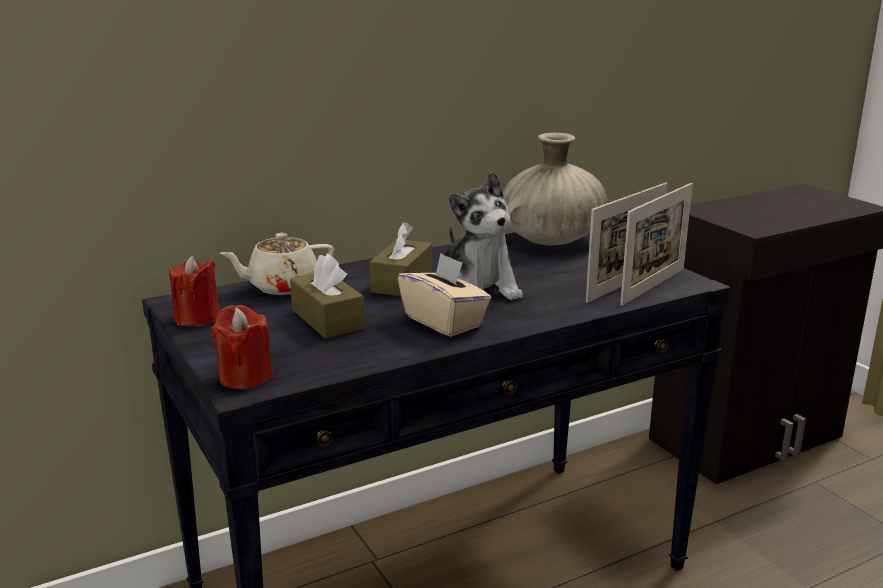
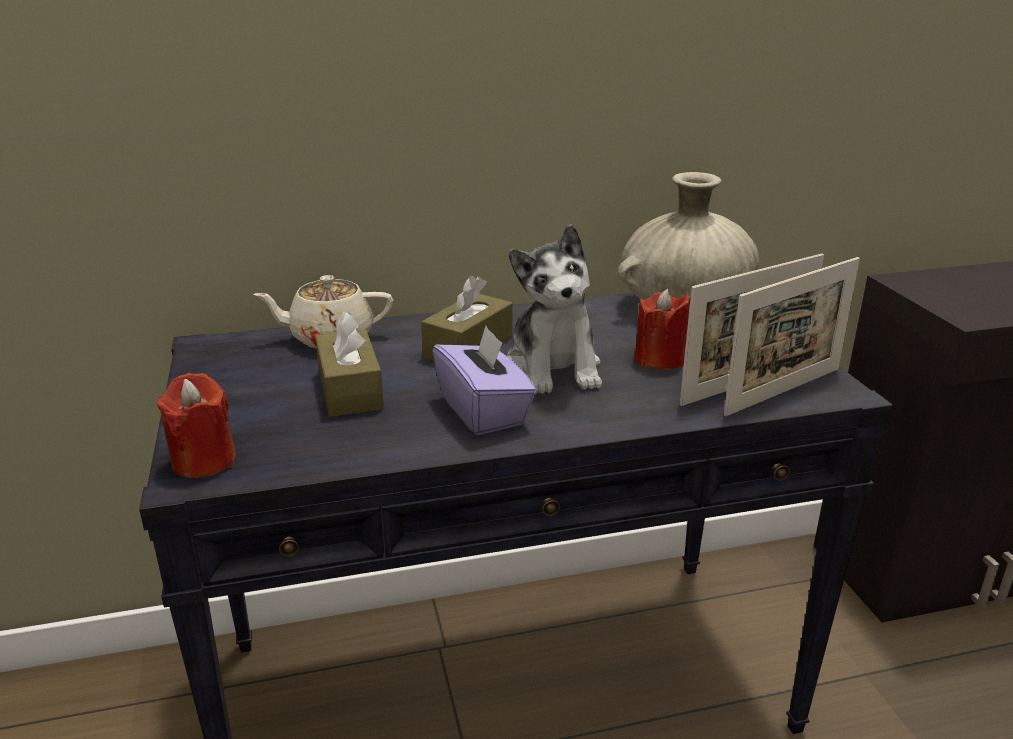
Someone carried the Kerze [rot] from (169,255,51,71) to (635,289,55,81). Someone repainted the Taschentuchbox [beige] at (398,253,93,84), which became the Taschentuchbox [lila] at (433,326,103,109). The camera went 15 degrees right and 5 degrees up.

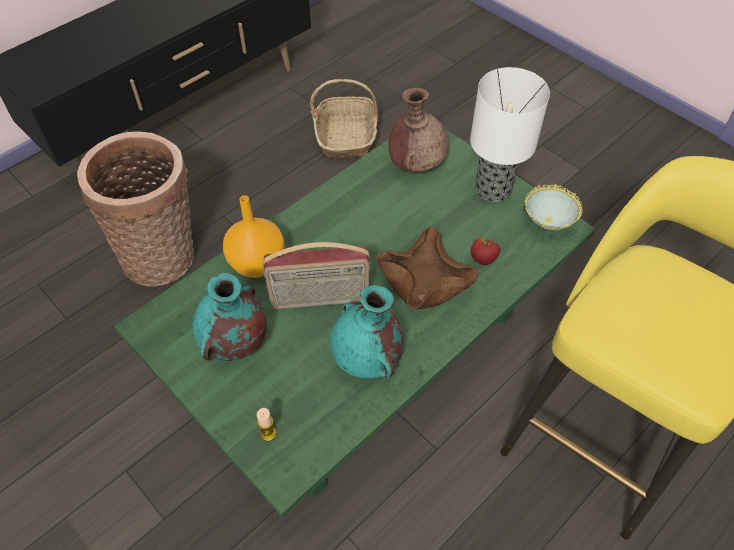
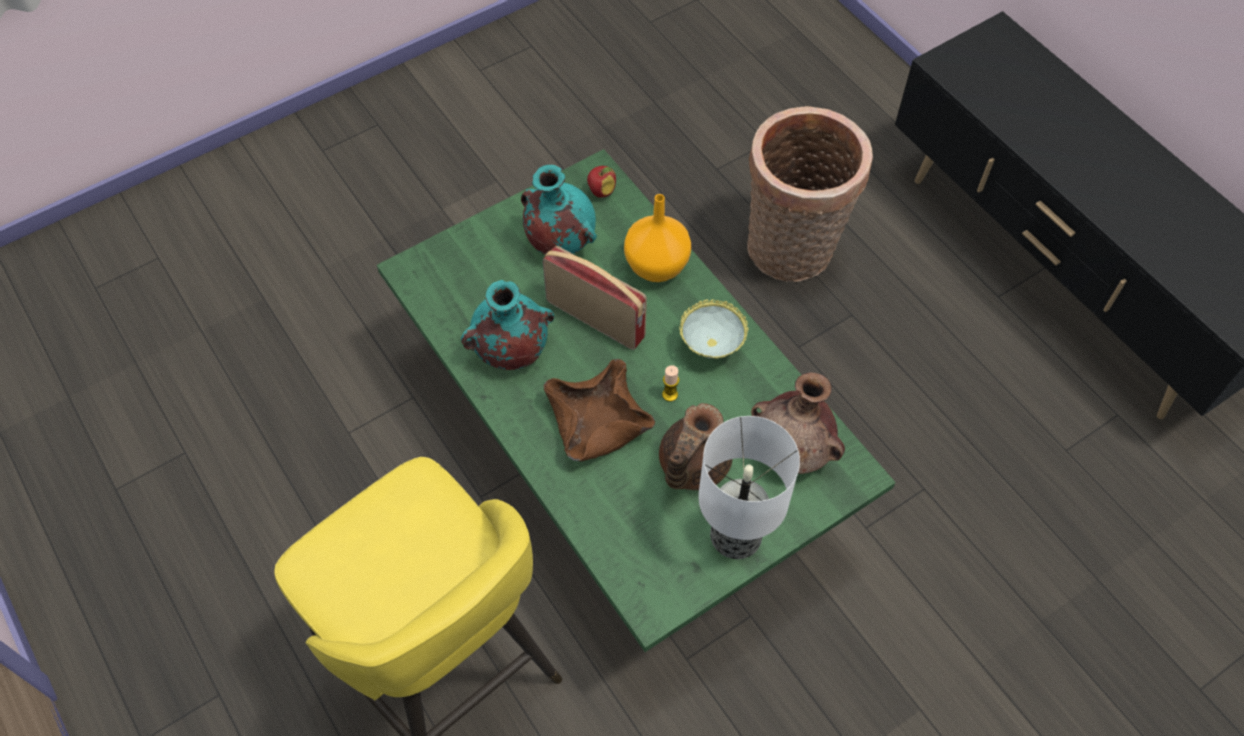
Someone carried the Kerze from (257,408,20,34) to (662,365,17,37). Someone rotated the Radio at (263,242,107,68) by 120 degrees clockwise. Someone took away the Korb at (310,79,68,79). Someone carried the Apfel from (471,236,29,29) to (587,166,29,32). Someone carried the Schüssel from (525,184,58,46) to (679,299,70,60). Someone put down the Teekanne [braun] at (659,403,74,87). The camera went 100 degrees right and 5 degrees up.

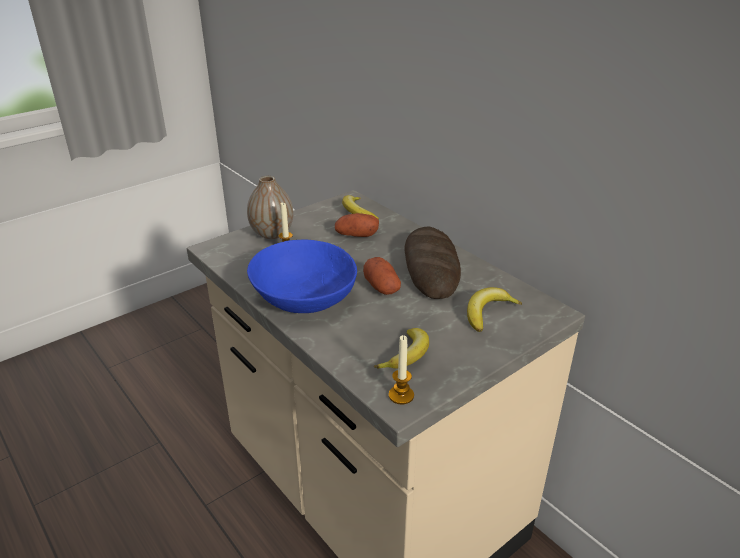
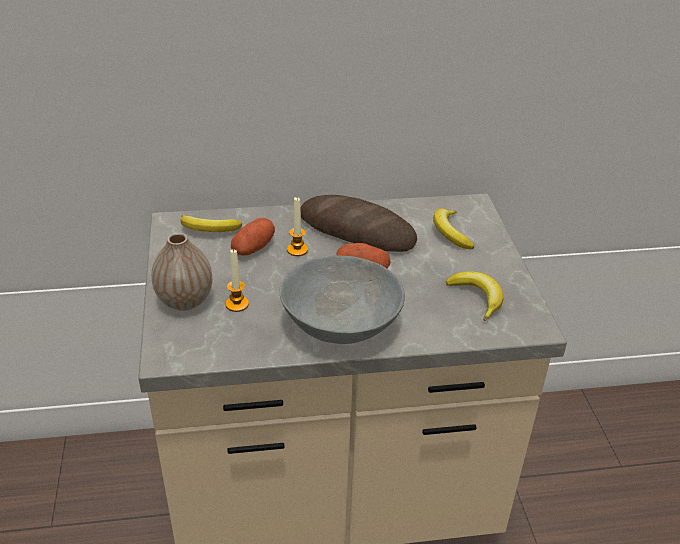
Someone repainted the Schüssel [blau] at (247,240,110,73), which became the Schüssel [grau] at (280,255,125,89). Someone carried the Kerze from (389,335,25,69) to (287,197,21,59). The camera went 60 degrees left and 5 degrees up.

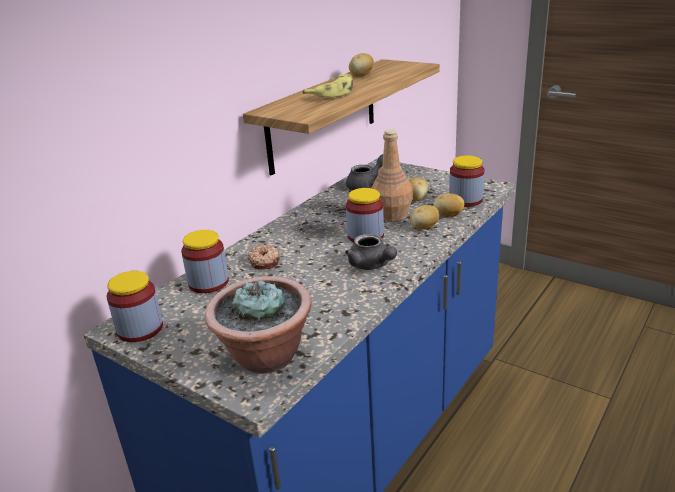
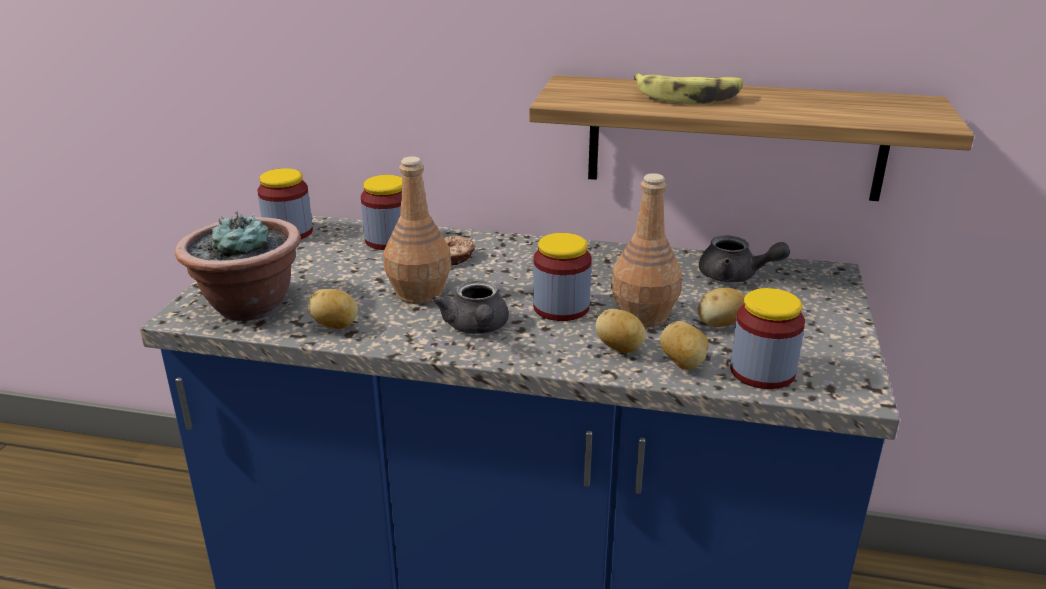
Someone rotated the Teekanne [grau] at (345,234,52,36) by 45 degrees counterclockwise. Someone carried the Kartoffel from (349,53,25,23) to (307,289,51,40). Someone put down the Flasche [braun] at (384,157,67,147). The camera went 65 degrees right and 0 degrees up.

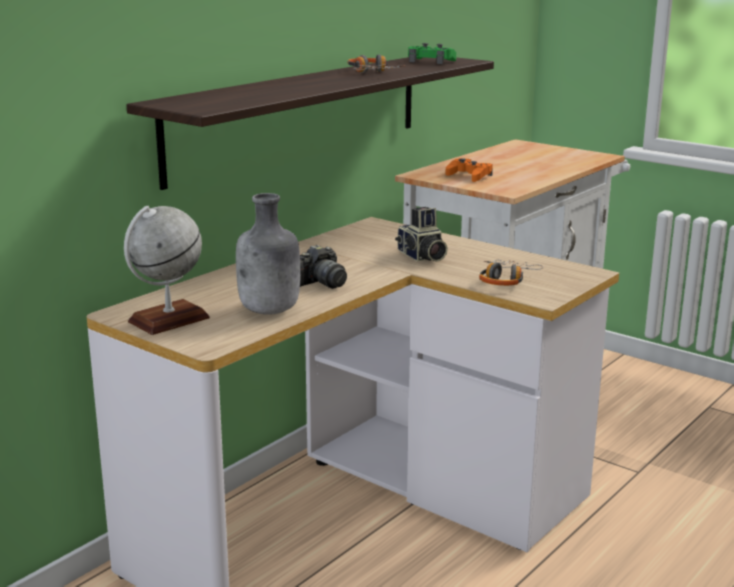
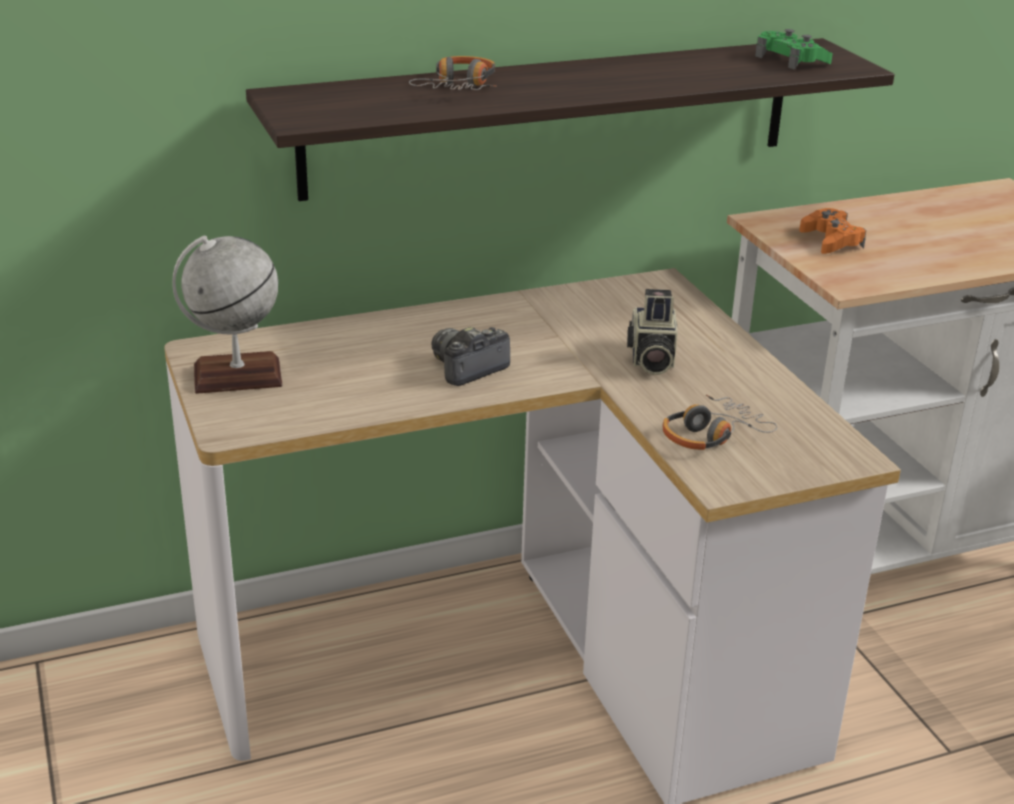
Someone took away the Flasche [grau] at (236,193,64,122). Someone rotated the Kamera at (300,245,47,44) by 150 degrees clockwise. Someone carried the Kopfhörer from (347,54,58,19) to (409,56,88,34). The camera went 30 degrees right and 10 degrees up.

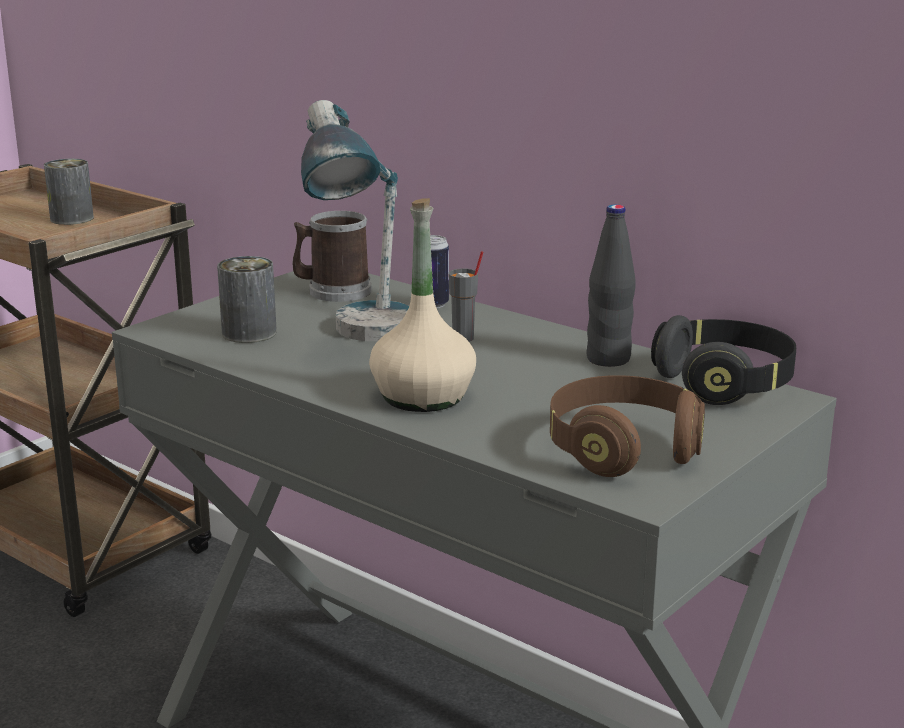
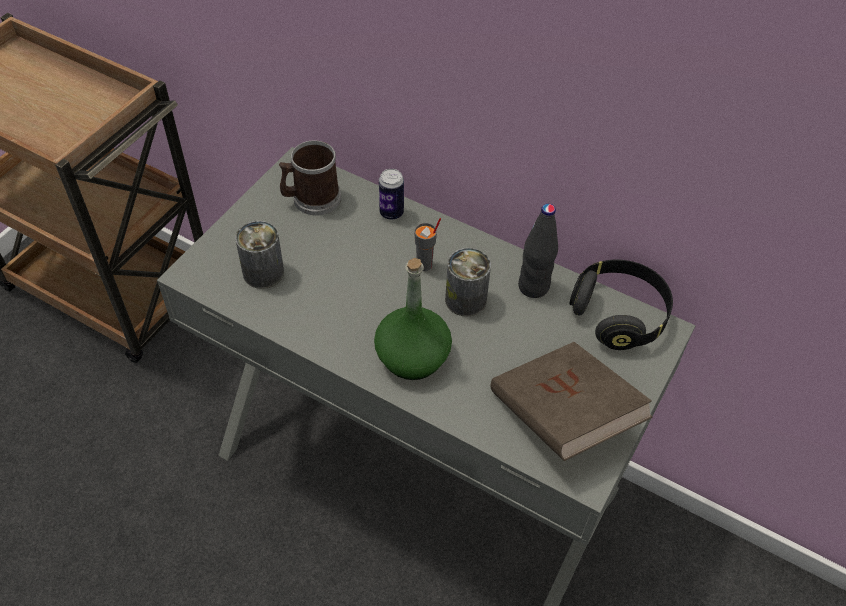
Someone carried the Dose from (44,159,50,66) to (445,248,46,69). Someone took away the Tischlampe at (301,100,108,241). Someone repainted the Flasche [beige] at (369,198,107,214), which became the Flasche [grün] at (374,258,78,122). Someone swapped the Kopfhörer [braun] at (550,375,155,102) for the Buch [braun] at (491,342,162,119). The camera went 10 degrees left and 30 degrees up.

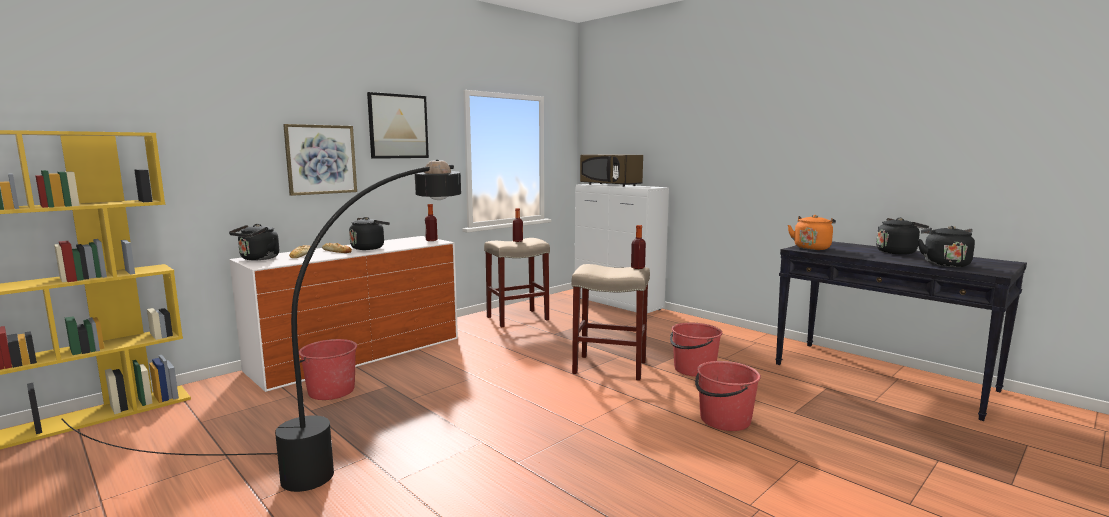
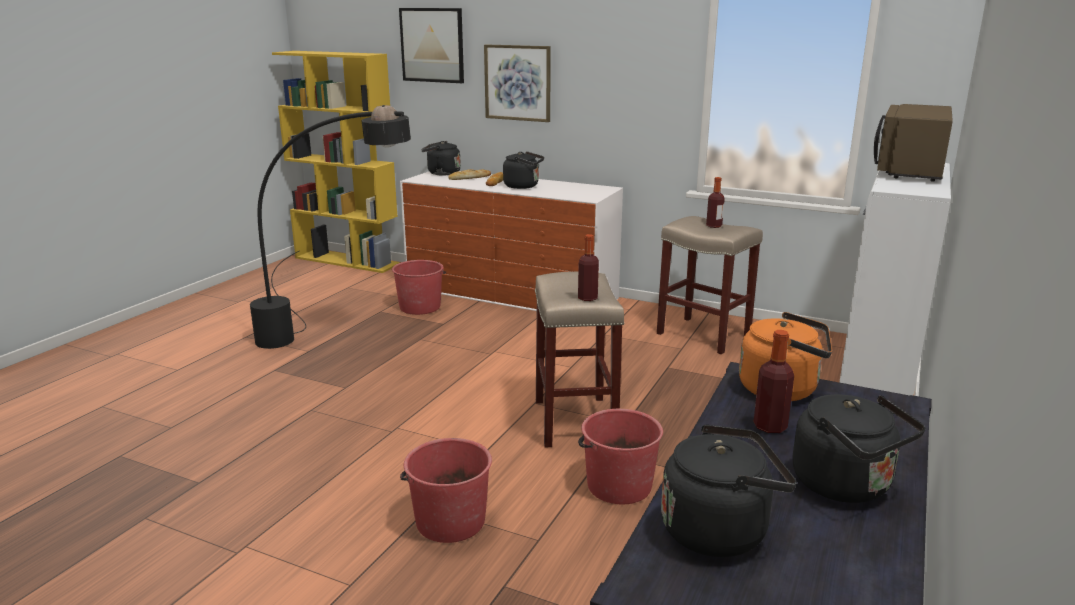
Someone carried the Bild from (367,92,62,67) to (399,8,65,75). Someone carried the Flasche from (425,204,13,37) to (754,330,40,103). The camera went 70 degrees right and 10 degrees up.

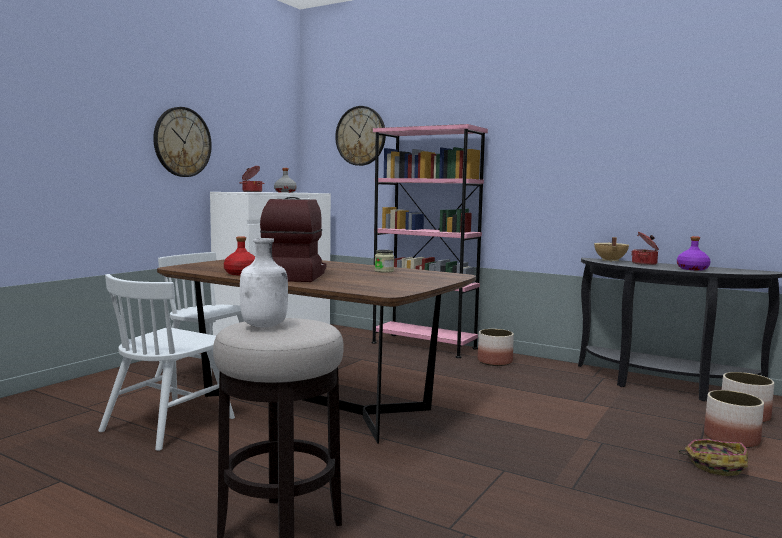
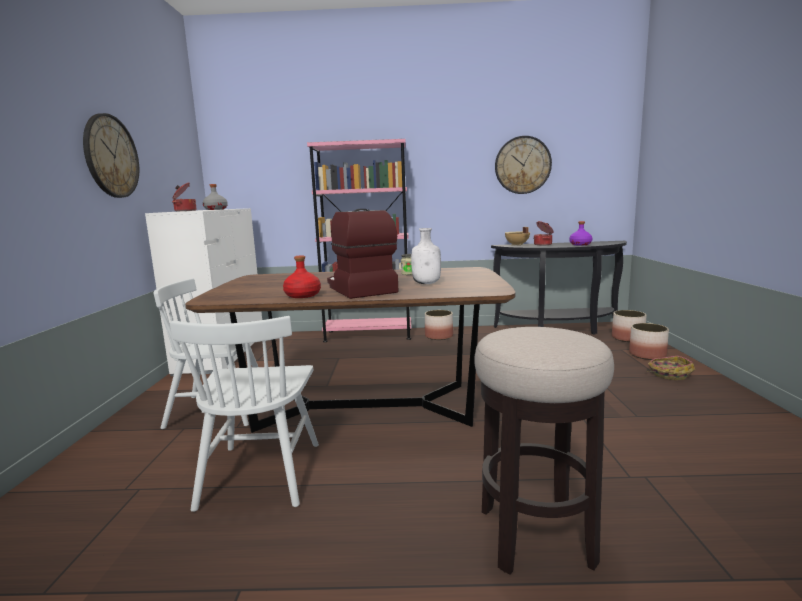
Someone carried the Flasche [weiß] from (240,238,48,90) to (411,228,30,56). Someone carried the Wanduhr from (335,106,51,60) to (495,136,57,58). The camera went 30 degrees left and 5 degrees up.

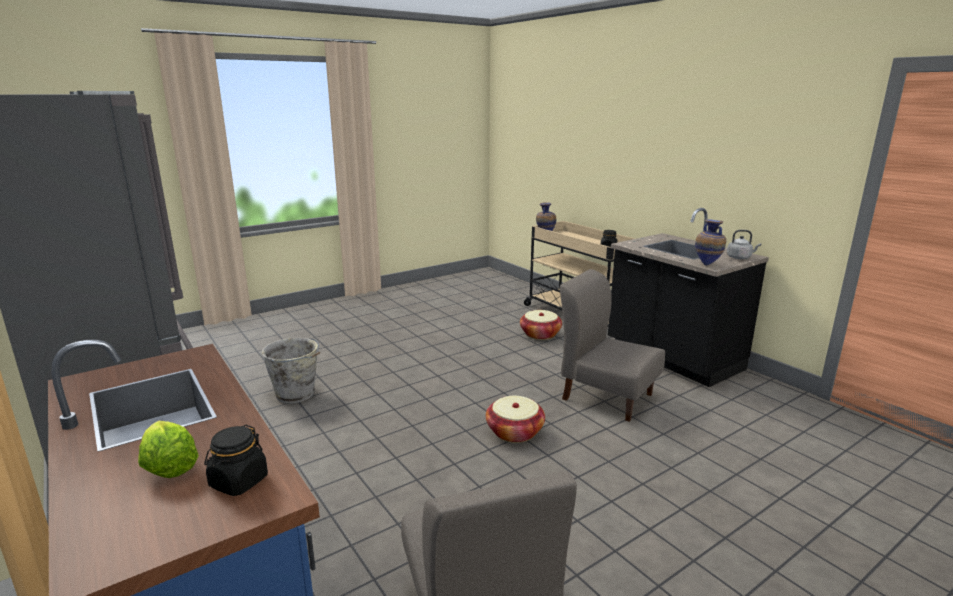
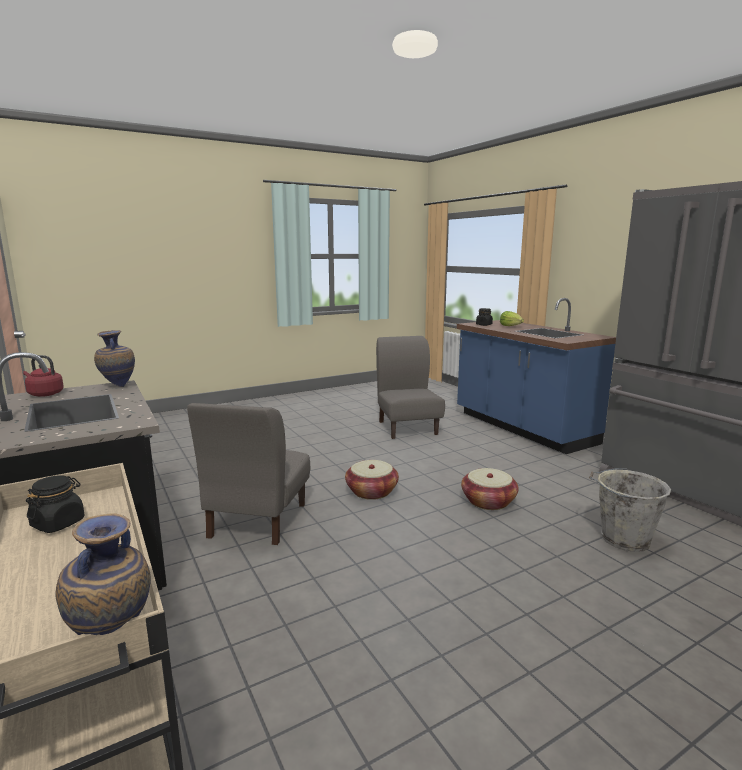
Someone carried the Korb from (520,310,42,30) to (461,468,57,42). Someone rotated the Stuhl [grau] at (560,269,105,153) by 60 degrees clockwise. Someone repainted the Wasserkessel [grau] at (727,230,34,29), which became the Wasserkessel [rot] at (23,355,41,42). The camera went 175 degrees left and 5 degrees down.

